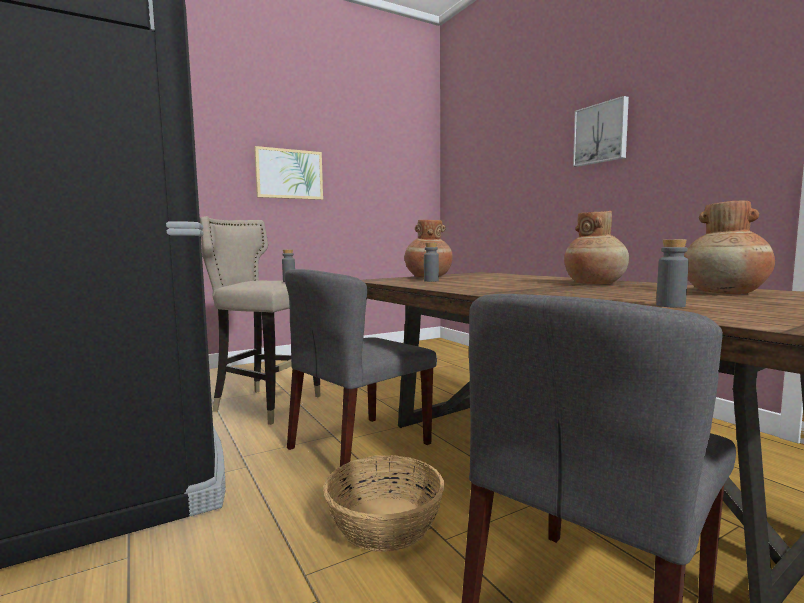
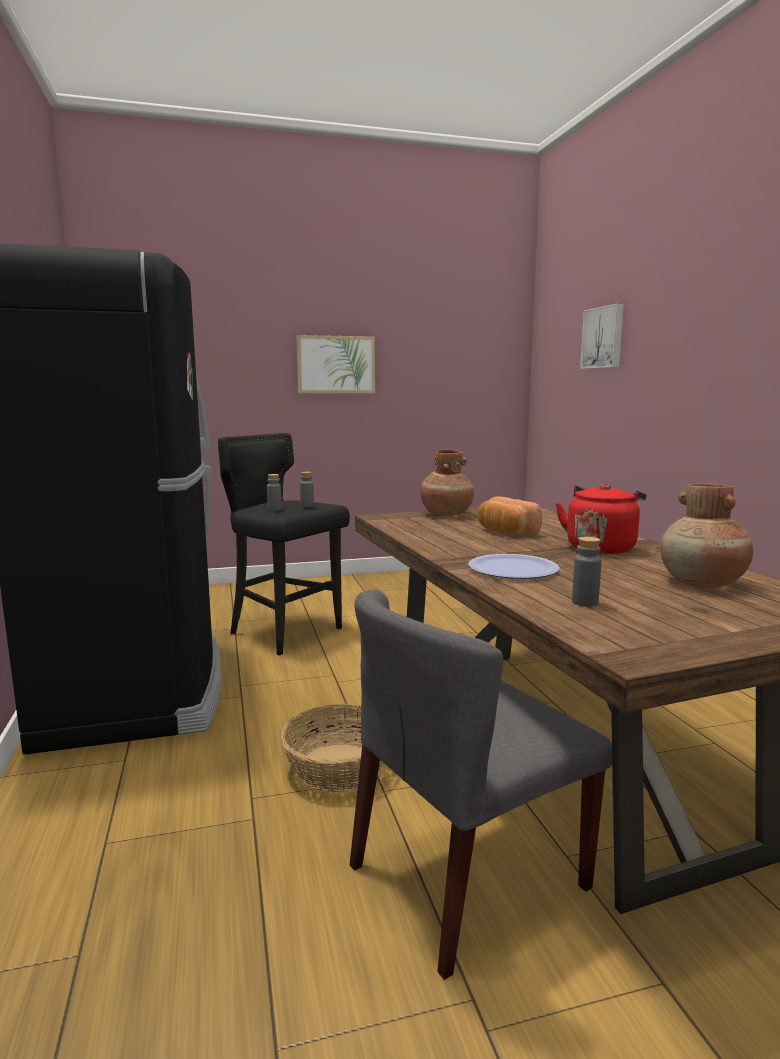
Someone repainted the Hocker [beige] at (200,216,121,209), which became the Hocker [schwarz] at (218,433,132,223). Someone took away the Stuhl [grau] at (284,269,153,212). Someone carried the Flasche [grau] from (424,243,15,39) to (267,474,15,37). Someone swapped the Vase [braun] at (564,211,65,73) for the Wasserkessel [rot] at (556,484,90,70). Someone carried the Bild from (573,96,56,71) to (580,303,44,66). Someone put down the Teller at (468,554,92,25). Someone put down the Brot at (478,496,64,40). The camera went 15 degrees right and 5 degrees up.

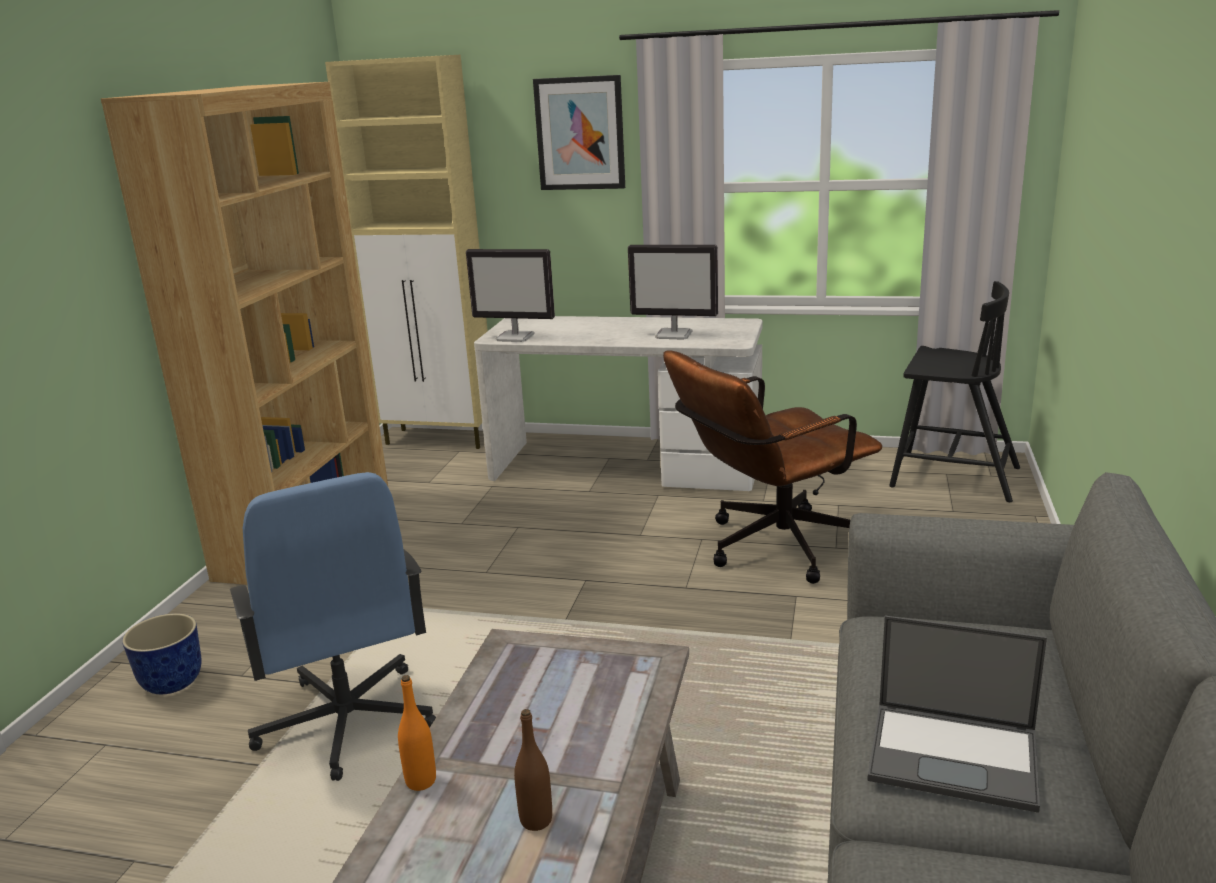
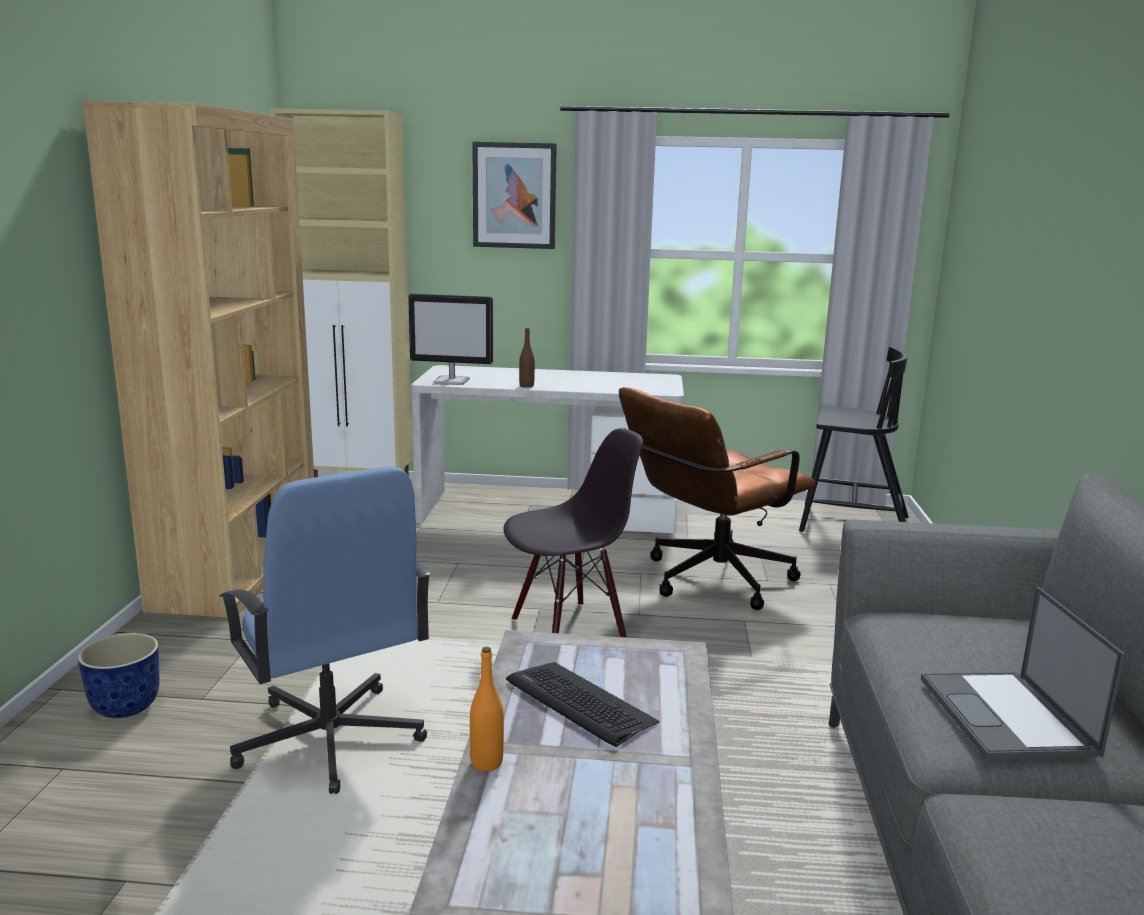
Someone carried the Flasche [braun] from (514,709,38,122) to (519,328,16,60). Someone took away the Monitor at (628,245,90,95). Someone rotated the Laptop at (867,616,180,197) by 75 degrees clockwise. Someone put down the Stuhl [schwarz] at (504,428,139,210). Someone put down the Tastatur at (506,662,153,85). The camera went 10 degrees left and 5 degrees down.

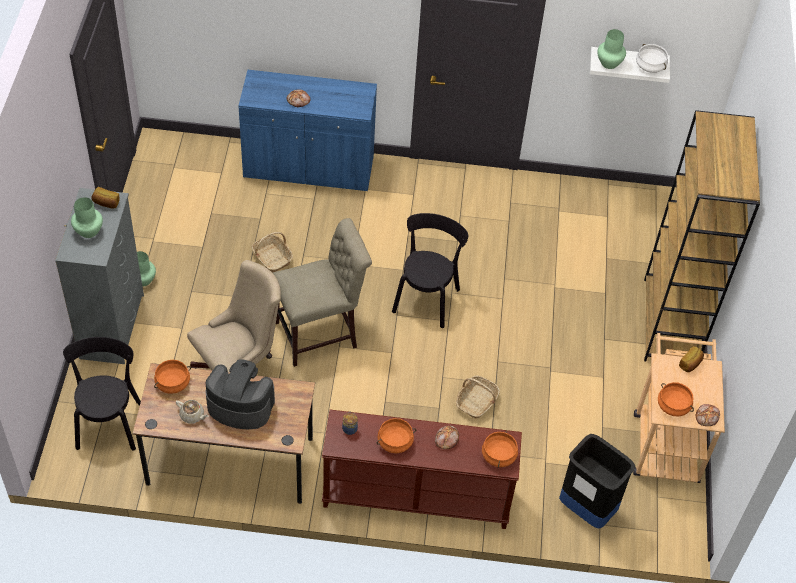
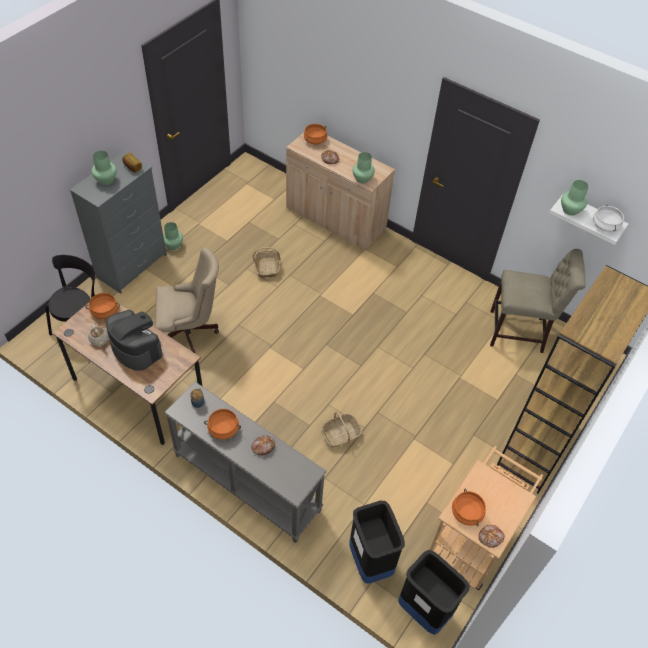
Someone repainted the Schrank [blau] at (238,70,139,121), which became the Schrank [beige] at (286,133,109,118). Someone carried the Stuhl [beige] from (273,218,99,149) to (490,249,96,104). Someone repainted the Konsolentisch [braun] at (322,410,200,119), which became the Konsolentisch [grau] at (164,382,162,161). Someone took away the Stuhl [schwarz] at (392,213,76,115). Someone carried the Kochtopf [orange] from (482,430,36,38) to (304,124,23,20). Someone took away the Brot at (679,346,25,26). Someone put down the Vase [grün] at (353,152,22,31). Someone put down the Mülleimer [schwarz] at (398,550,72,85). The camera went 30 degrees right and 0 degrees up.

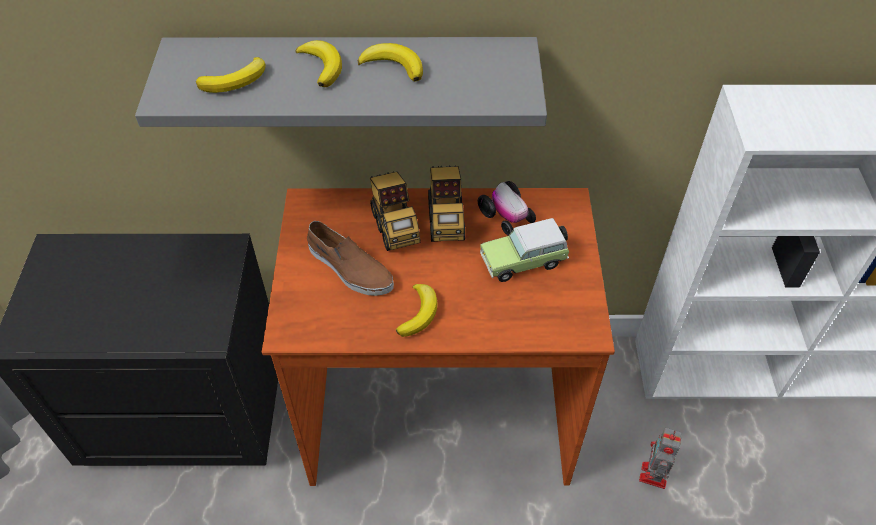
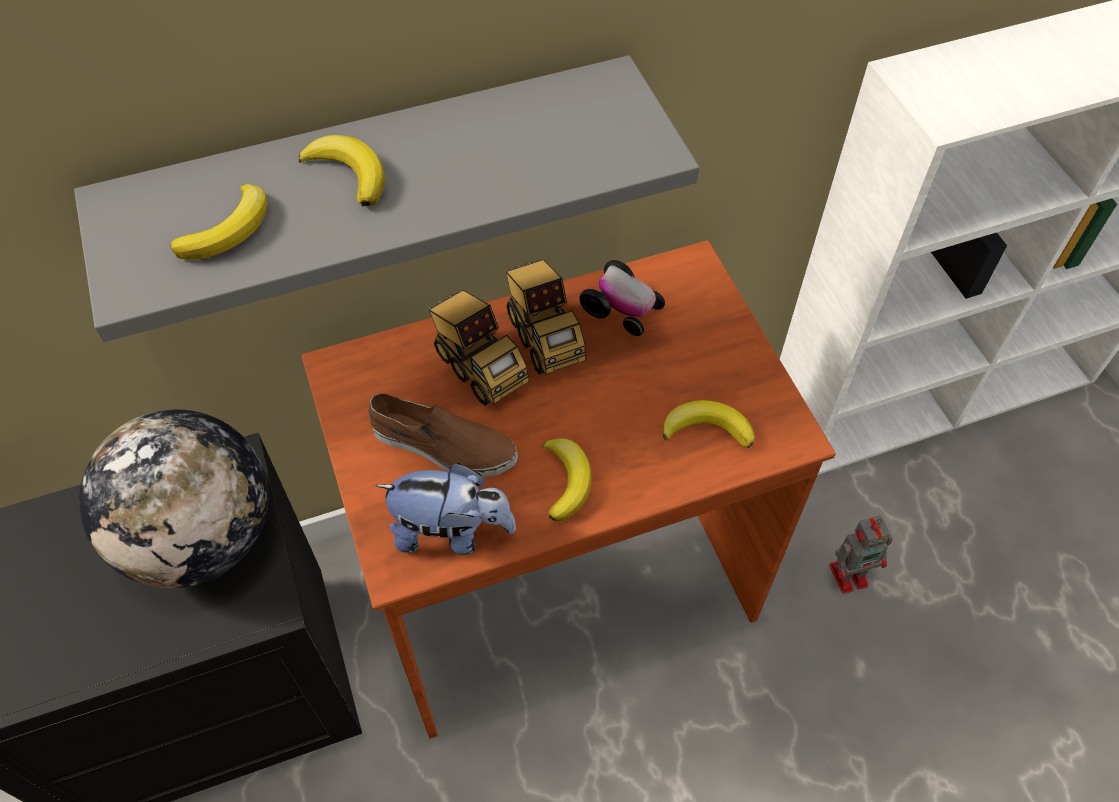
Someone carried the Banane from (358,43,65,38) to (663,400,92,48). Someone took away the Spielzeugauto at (480,218,89,64). Someone rotated the Spielzeugroboter at (639,428,43,61) by 105 degrees counterclockwise. Someone put down the Globus at (79,410,189,178). Someone put down the Plüschtier at (375,463,141,92). The camera went 20 degrees left and 5 degrees up.

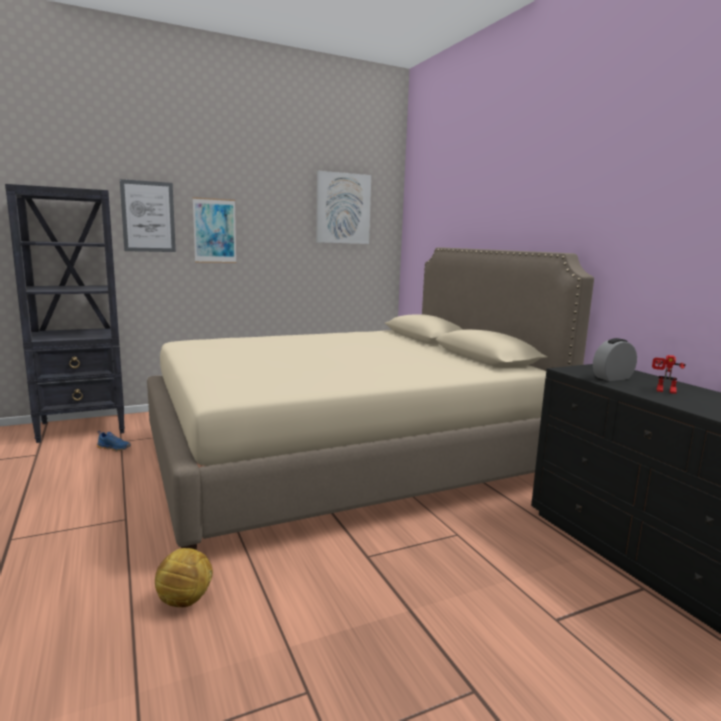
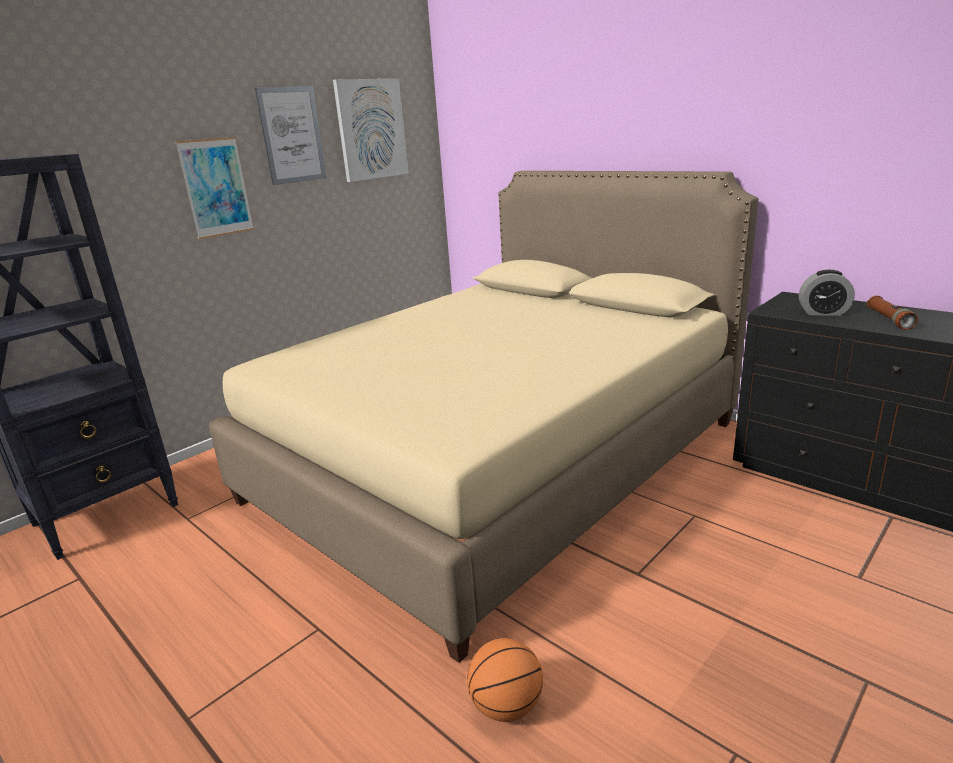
Someone took away the Schuh [blau] at (97,431,34,21). Someone carried the Bild from (120,179,56,73) to (255,86,72,99). Someone swapped the Fußball at (155,548,58,59) for the Basketball at (467,638,76,84). Someone rotated the Wecker at (593,338,44,43) by 120 degrees counterclockwise. Someone swapped the Spielzeugroboter at (652,355,34,39) for the Taschenlampe [braun] at (866,296,52,34). The camera went 20 degrees left and 10 degrees up.

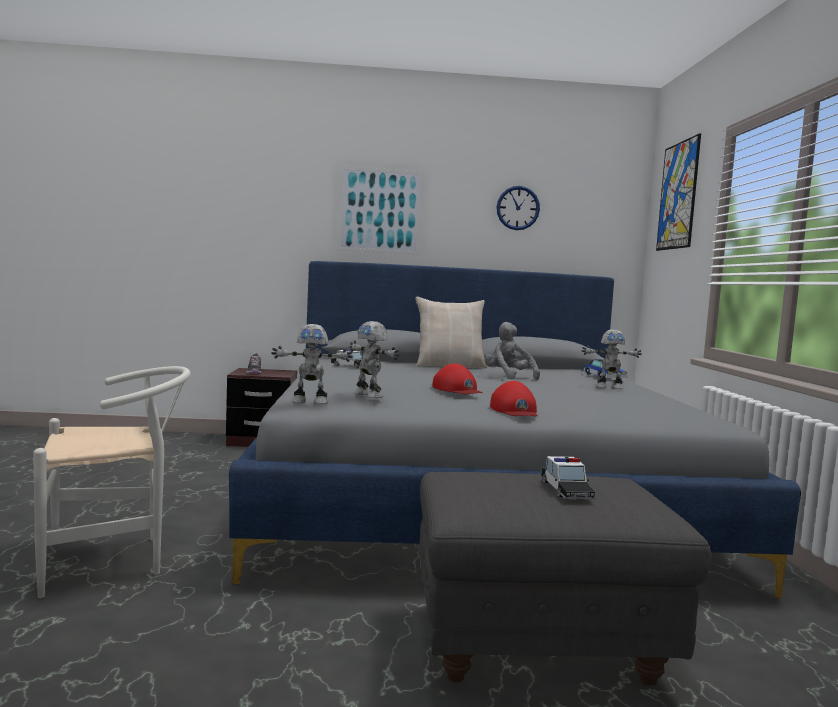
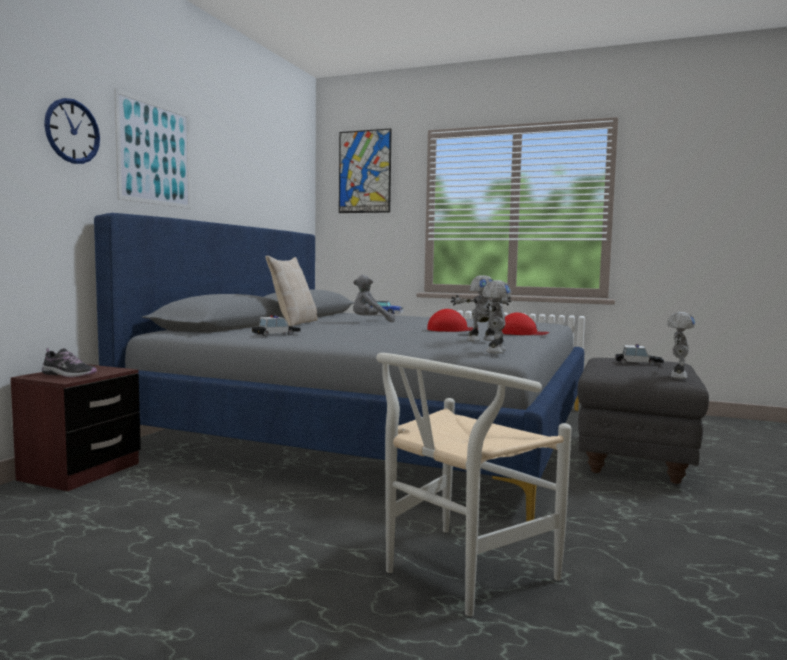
Someone rotated the Stuhl [weiß] at (33,366,158,232) by 135 degrees counterclockwise. Someone carried the Wanduhr from (496,186,44,44) to (44,98,56,66). Someone carried the Spielzeugroboter from (582,330,60,59) to (667,312,28,67). The camera went 65 degrees left and 0 degrees up.

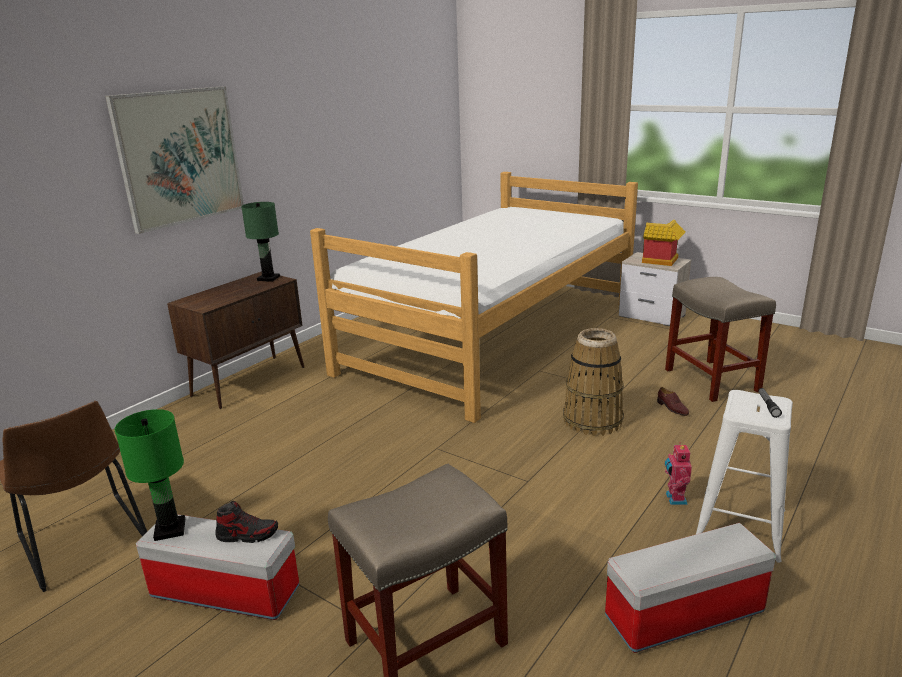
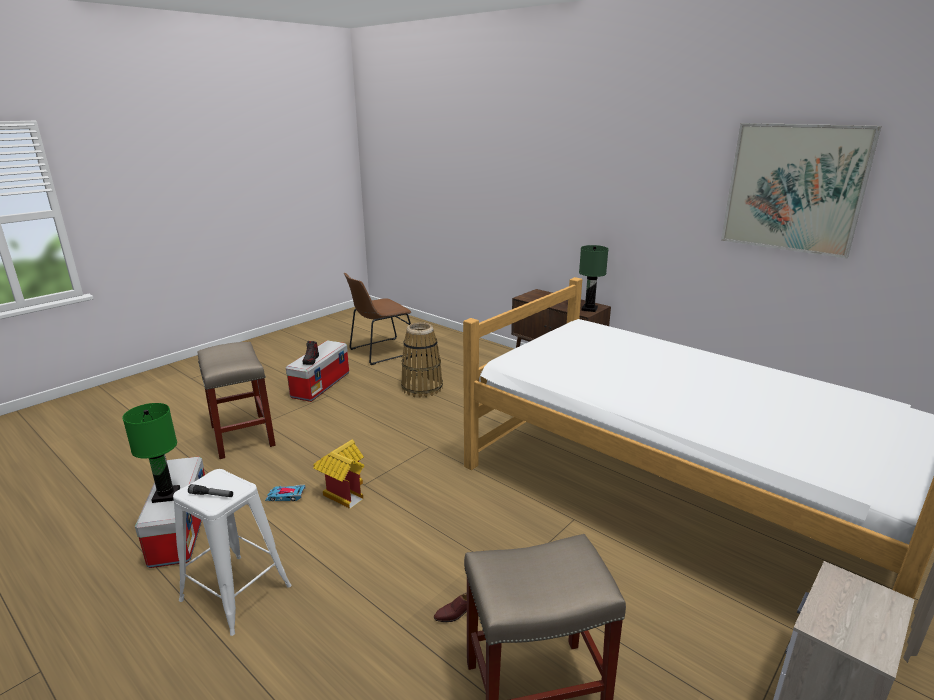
Someone carried the Bild from (105,86,139,148) to (721,123,160,135). Someone carried the Tischlampe [grün] from (115,409,70,132) to (122,403,58,100). Someone carried the Korb from (563,328,61,108) to (401,322,42,76). Someone carried the Spielzeughaus from (642,220,43,46) to (313,440,51,69). Someone took away the Spielzeugroboter at (665,442,27,63). Someone put down the Spielzeugauto at (265,485,41,16). The camera went 95 degrees right and 0 degrees up.

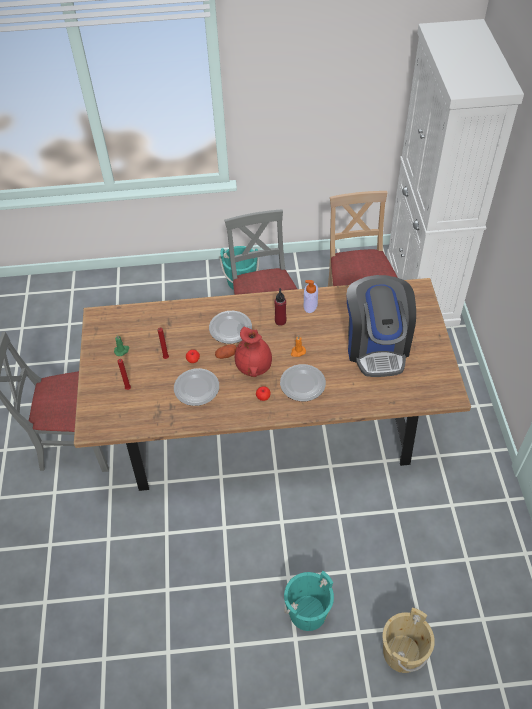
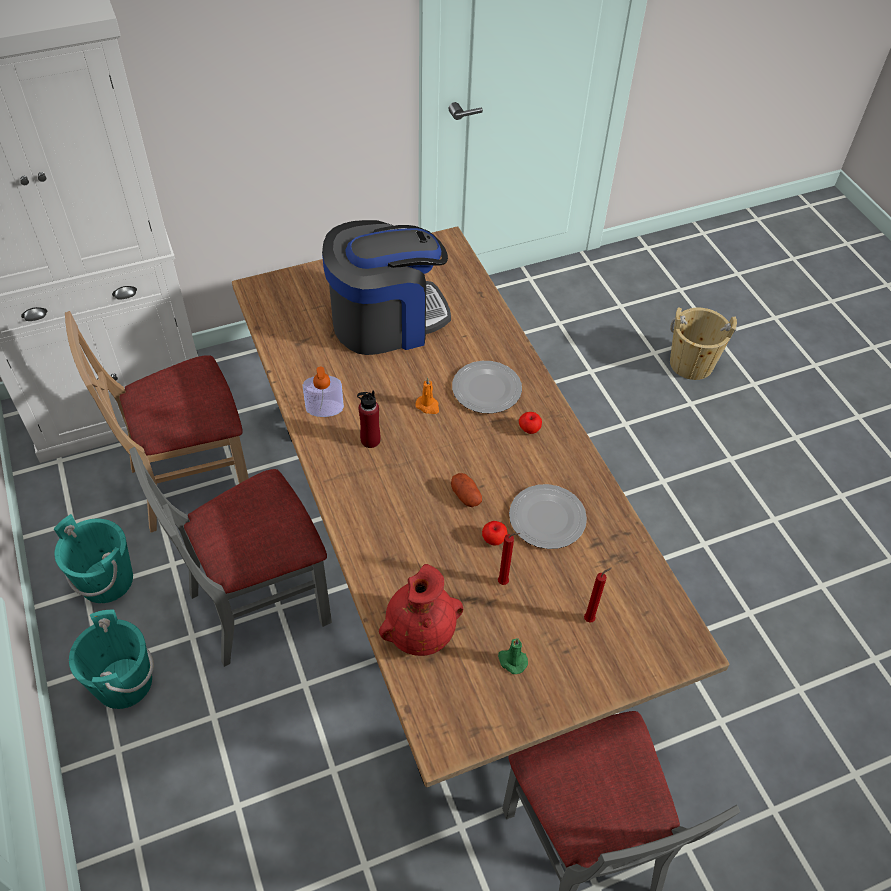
Someone took away the Teller at (209,311,43,33). Someone carried the Vase [rot] from (235,327,37,50) to (379,564,84,92). Someone carried the Eimer [türkis] from (284,571,50,60) to (54,514,79,89). The camera went 110 degrees left and 0 degrees up.

